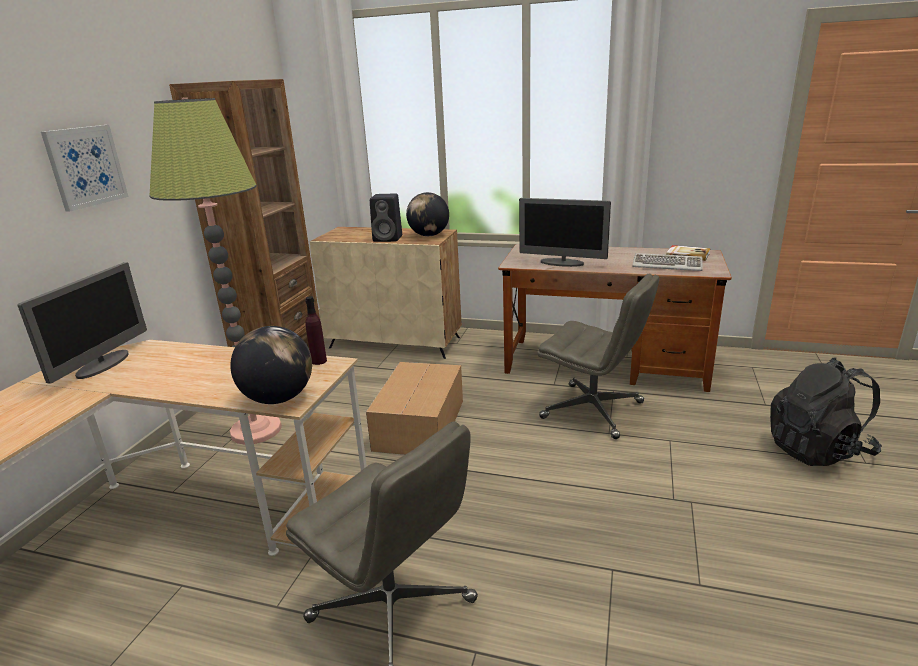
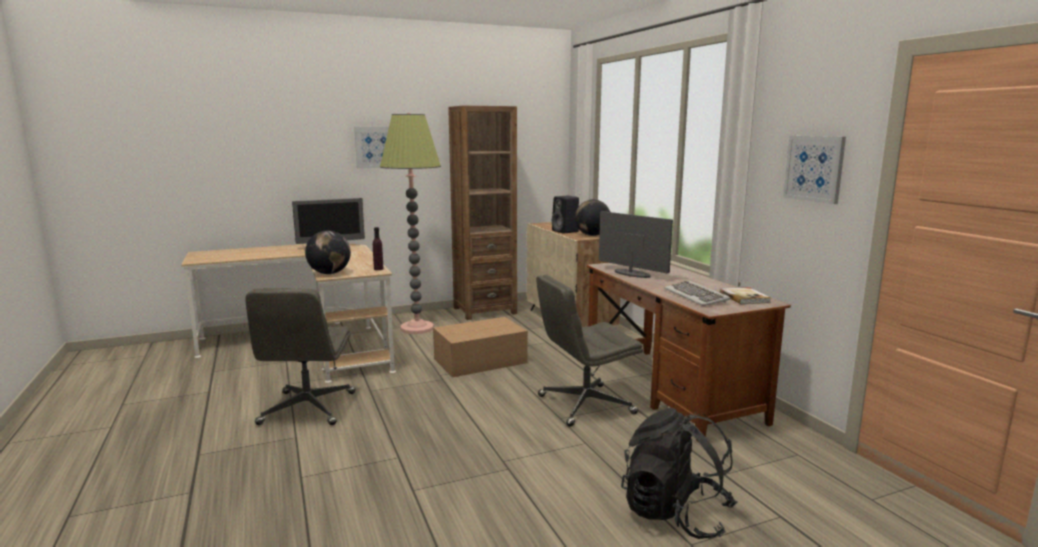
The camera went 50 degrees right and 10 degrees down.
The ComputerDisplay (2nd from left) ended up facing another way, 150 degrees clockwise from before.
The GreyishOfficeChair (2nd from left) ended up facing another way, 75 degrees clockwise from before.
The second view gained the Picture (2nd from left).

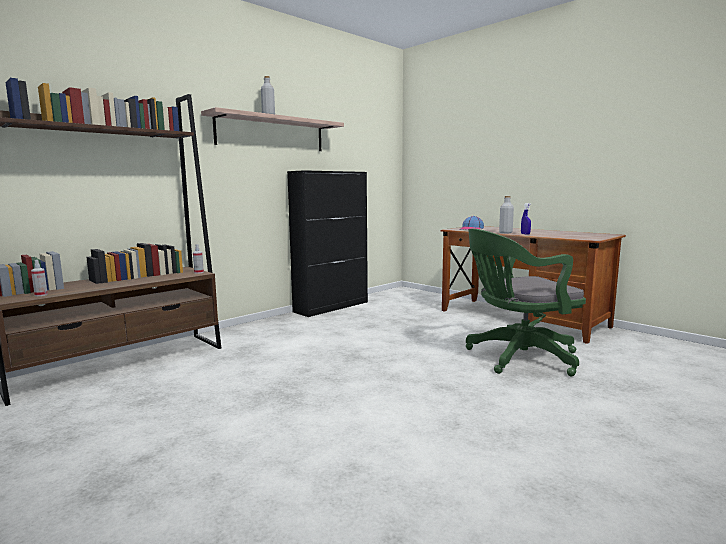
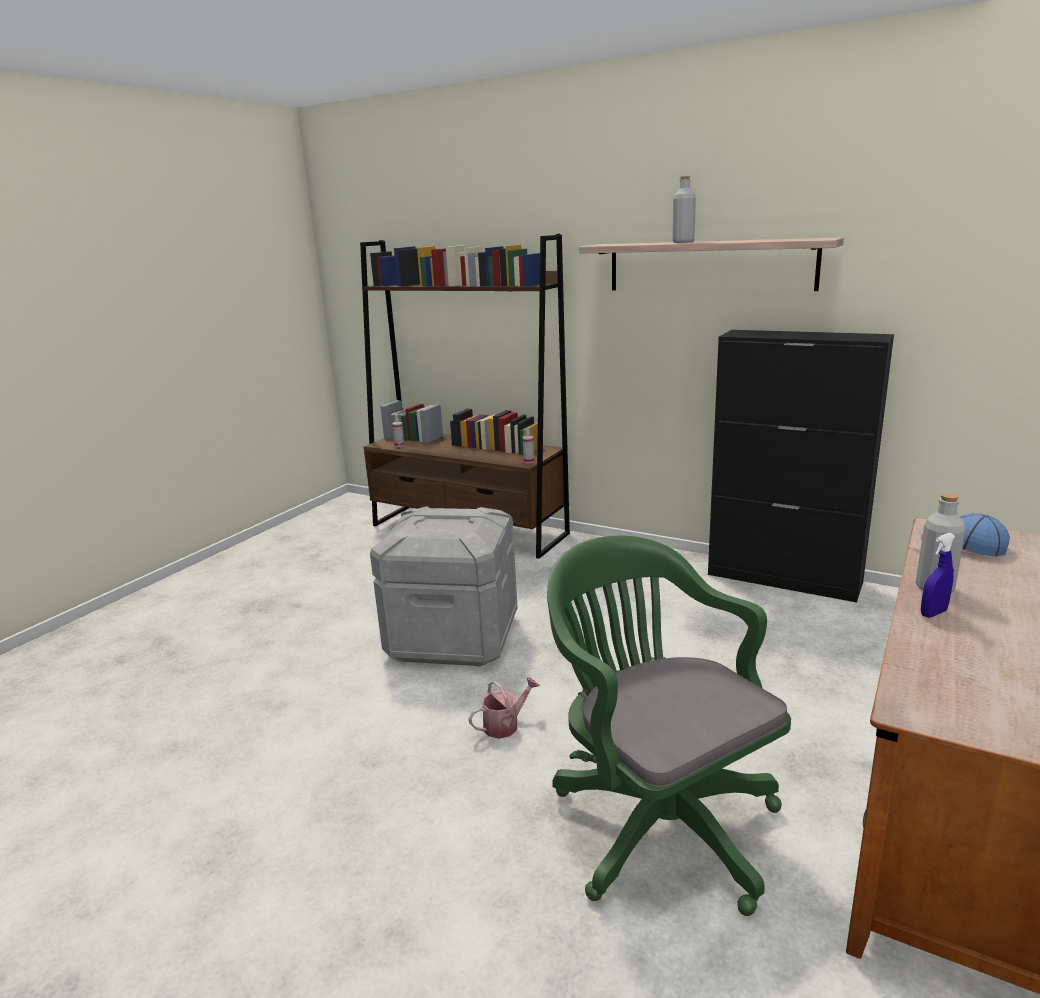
The camera went 75 degrees right and 10 degrees up.
The second view gained the GreyishStorageBin.
The second view gained the WateringPot.

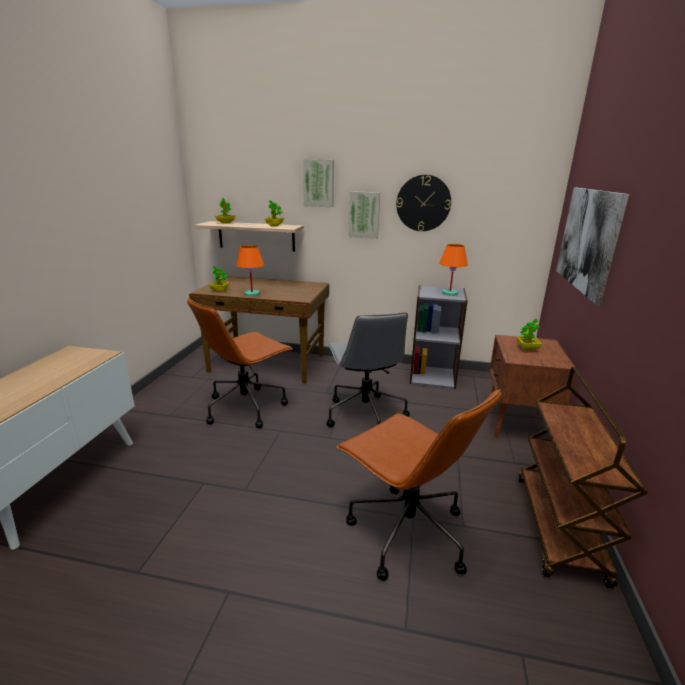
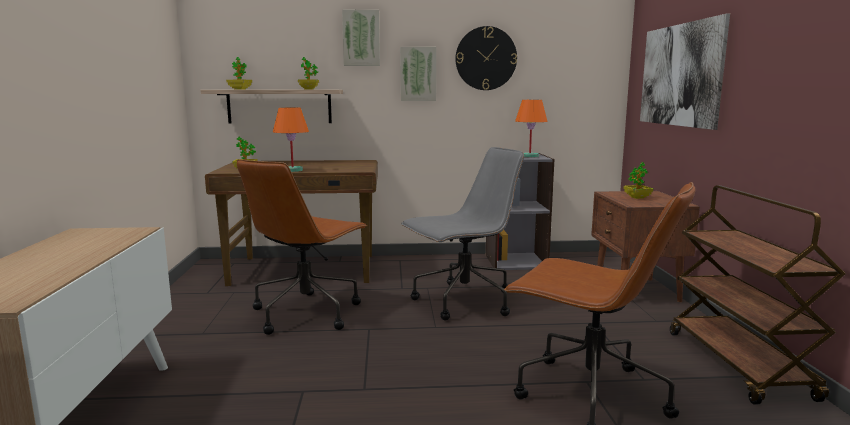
The camera went 15 degrees left and 10 degrees down.
The GreyishOfficeChair ended up facing another way, 90 degrees counterclockwise from before.

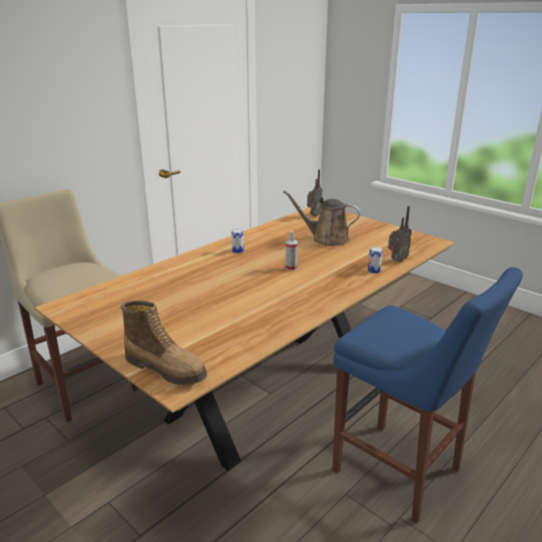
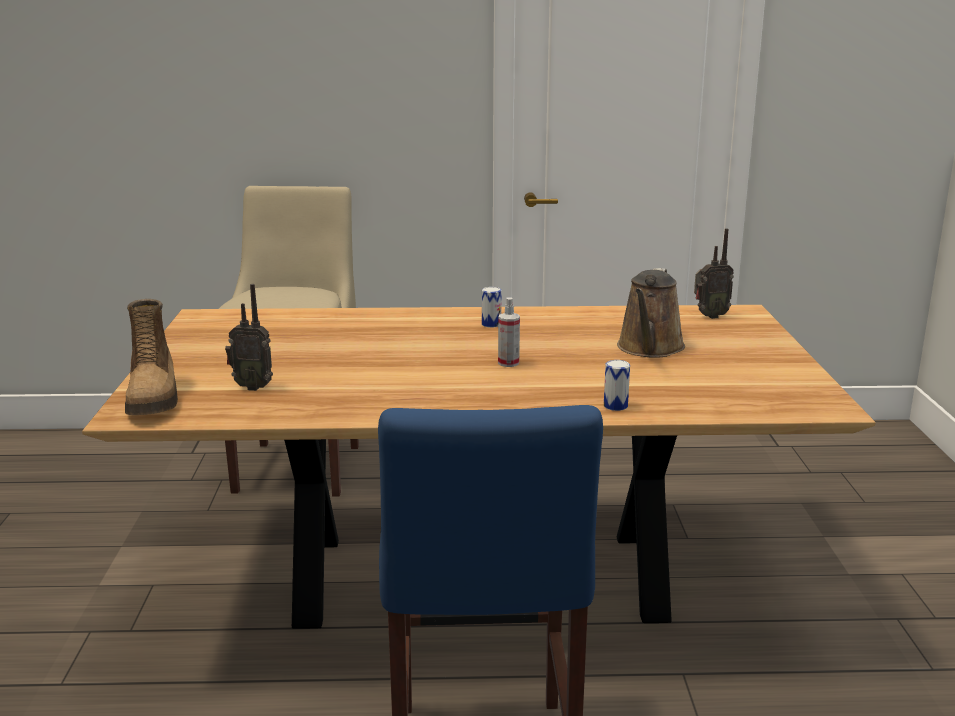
The camera went 45 degrees right and 5 degrees down.
The BrownishWateringPot ended up facing another way, 135 degrees counterclockwise from before.
The RadioSet (2nd from left in the first image) ended up elsewhere.

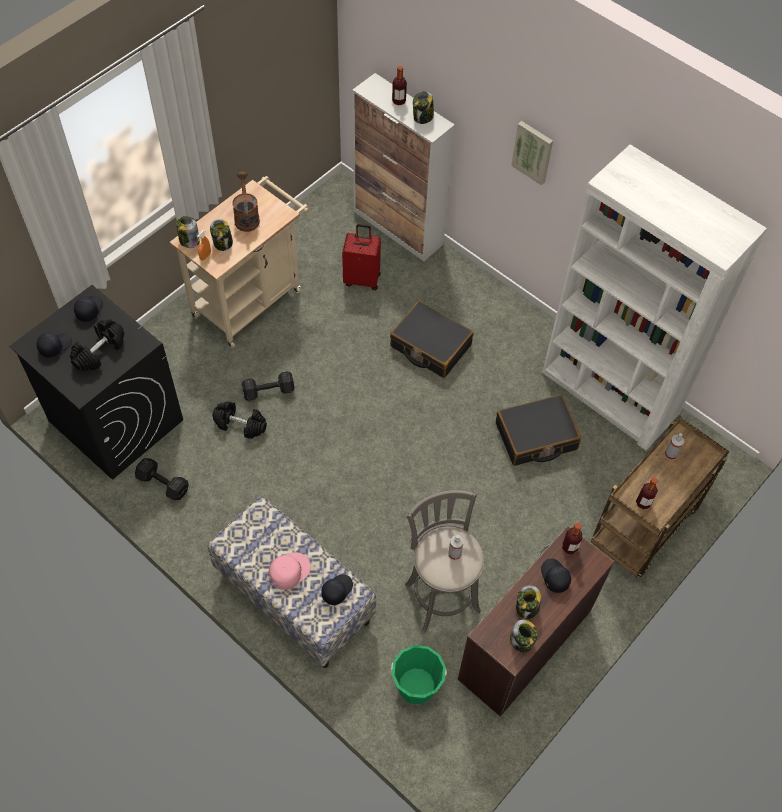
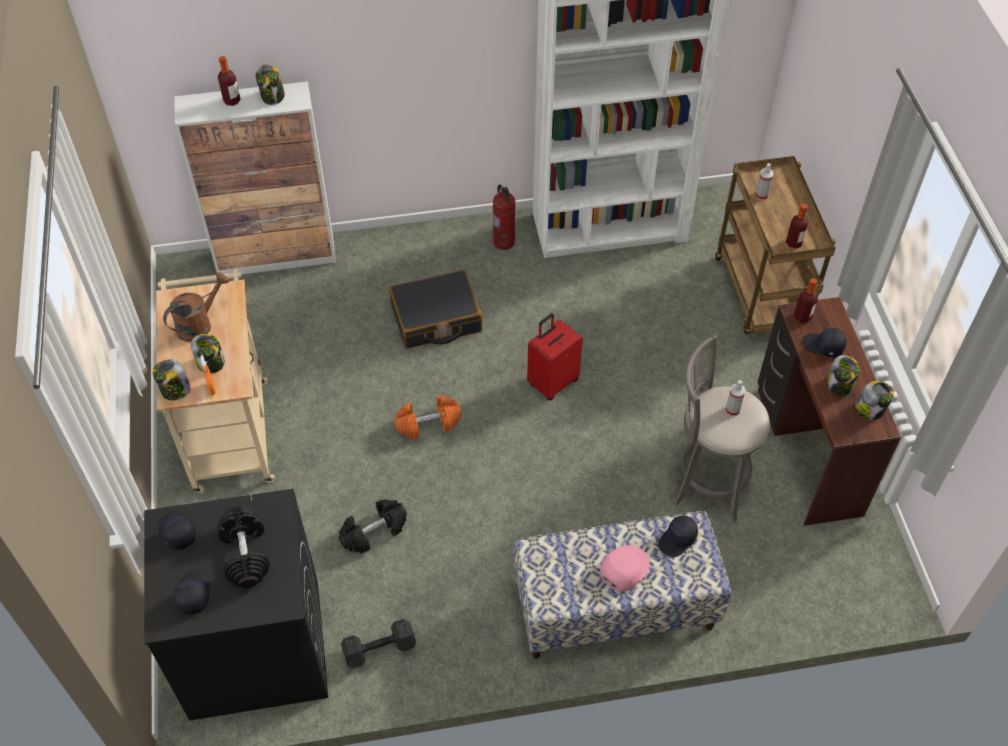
The camera went 50 degrees left and 5 degrees down.
The second view lost the Picture.
The BrownishWateringPot ended up facing another way, 105 degrees clockwise from before.
The ReddishTravelCase ended up elsewhere.
The second view lost the BlackishFreeWeight (4th from left).
The second view lost the BlackishTravelCase (2nd from left).
The PinkishCap ended up facing another way, 45 degrees clockwise from before.
The BlackishCap (3rd from left) ended up facing another way, 120 degrees counterclockwise from before.
The second view lost the GreenColouredWaterBucket.
The second view gained the Extinguisher.
The second view gained the OrangeyFreeWeight.

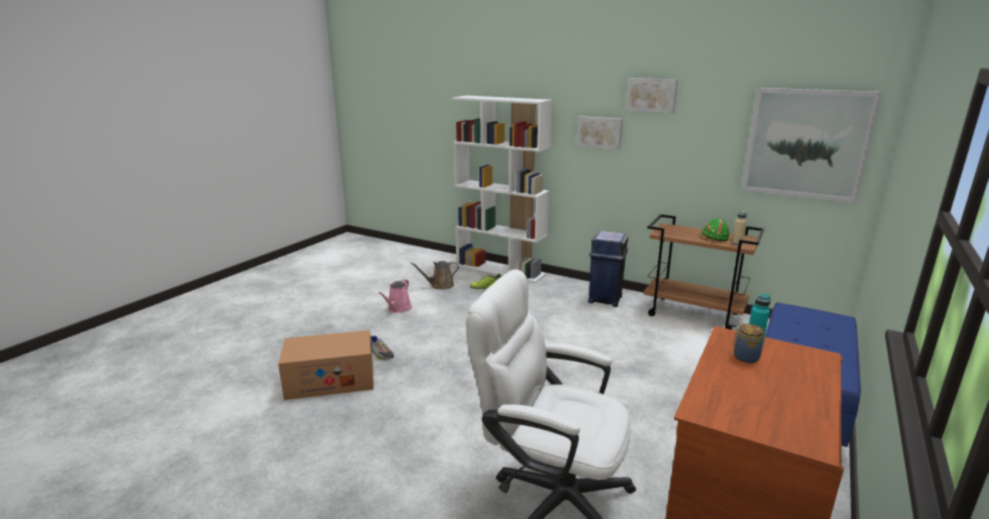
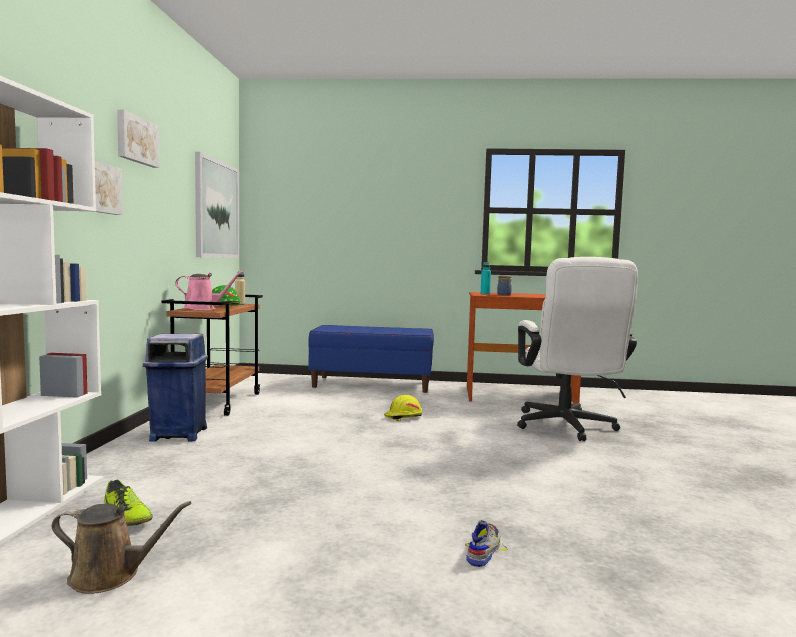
The camera went 115 degrees left and 15 degrees down.
The BrownishWateringPot ended up facing another way, 45 degrees counterclockwise from before.
The PinkishWateringPot ended up elsewhere.
The second view lost the PackingBox.
The second view gained the YellowishWorkHelmet.

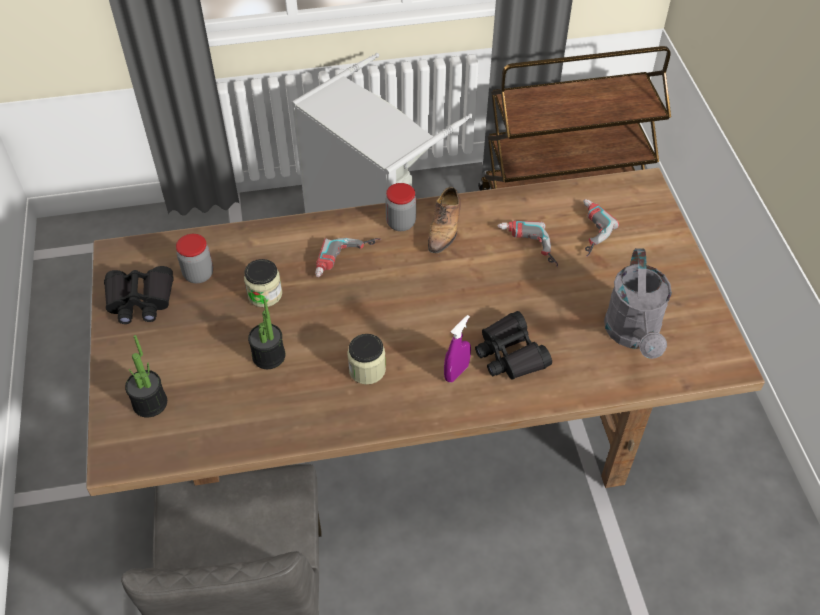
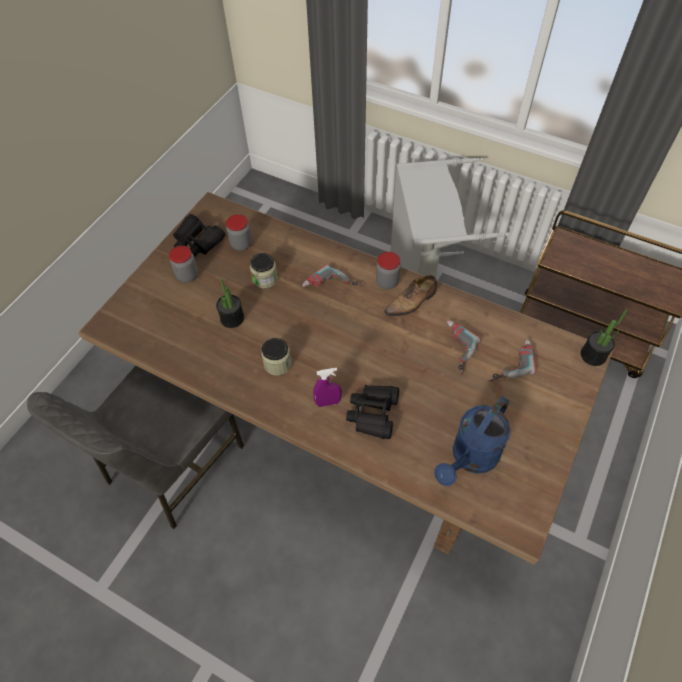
The camera went 40 degrees right and 5 degrees up.
What was the GreyishWateringPot turned into the BluishWateringPot.
The Houseplant (1st from left in the first image) ended up elsewhere.
The second view gained the StorageJar (1st from left).

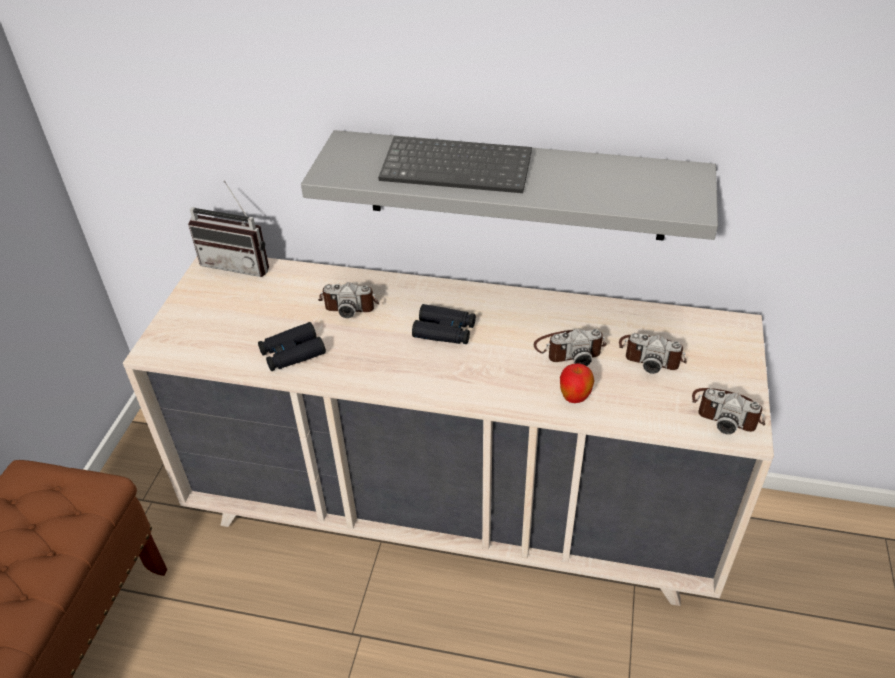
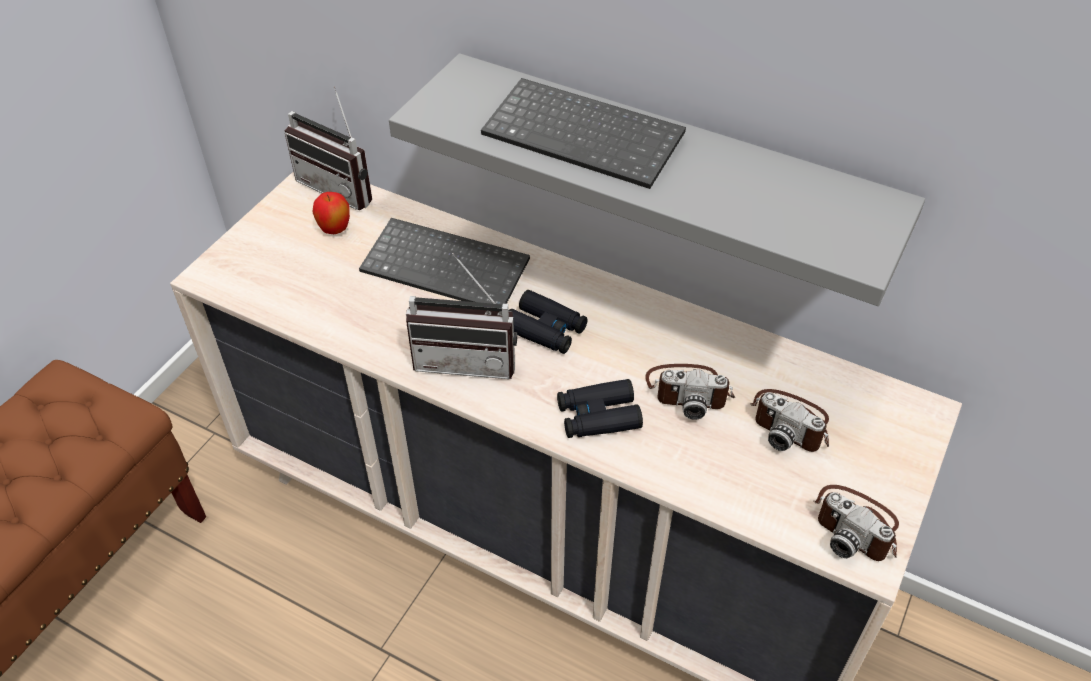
The camera went 15 degrees right and 5 degrees up.
Where the PhotoCamera (1st from left) stood, the ComputerKeyboard (1st from left) came to stand.
The BlackishPairOfBinoculars (1st from left in the first image) ended up elsewhere.
The WholeApple ended up elsewhere.
The second view gained the RadioSet (2nd from left).

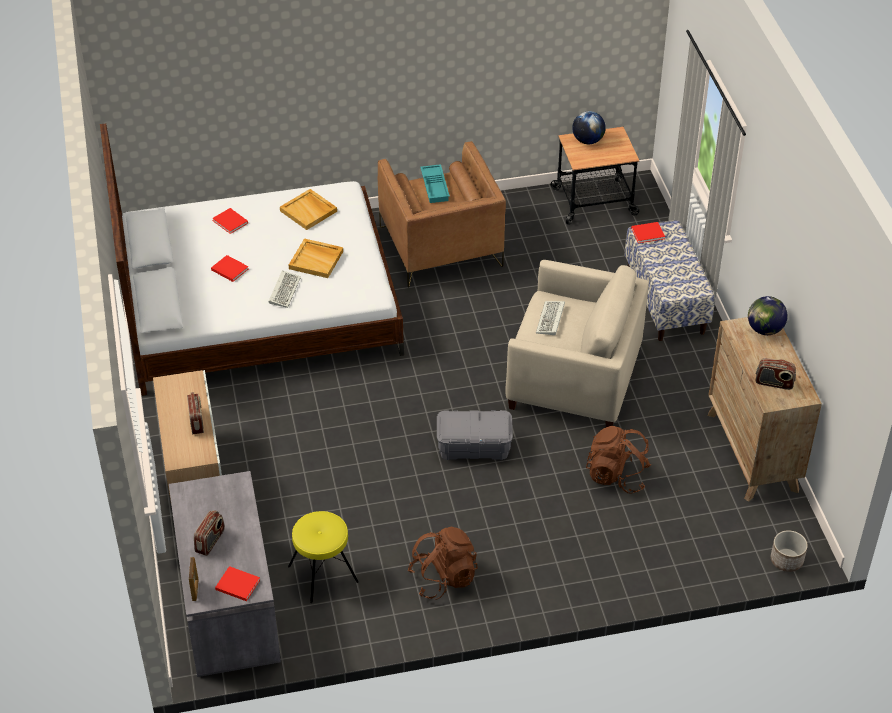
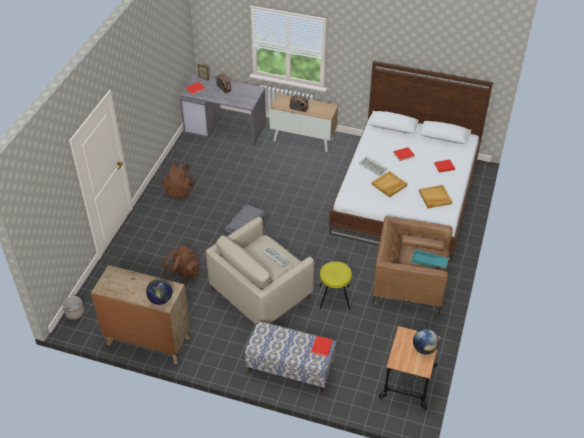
The camera went 120 degrees right and 0 degrees up.
The second view lost the RadioSet (3rd from left).
The YellowishStool ended up elsewhere.

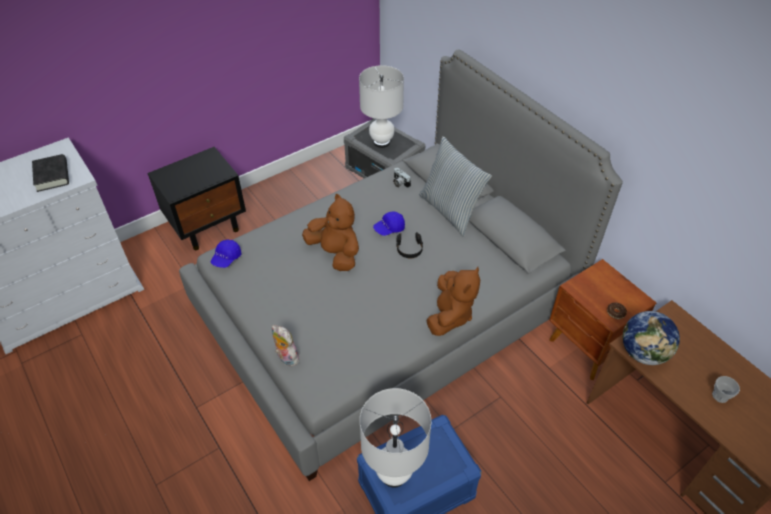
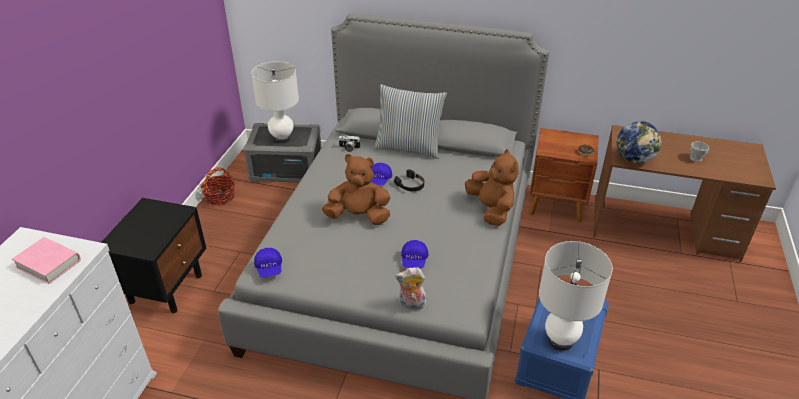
The camera went 40 degrees left and 10 degrees down.
What was the BlackishBoundBook turned into the PinkishBoundBook.
The second view gained the StorageBasket.
The second view gained the BluishCap (3rd from left).

